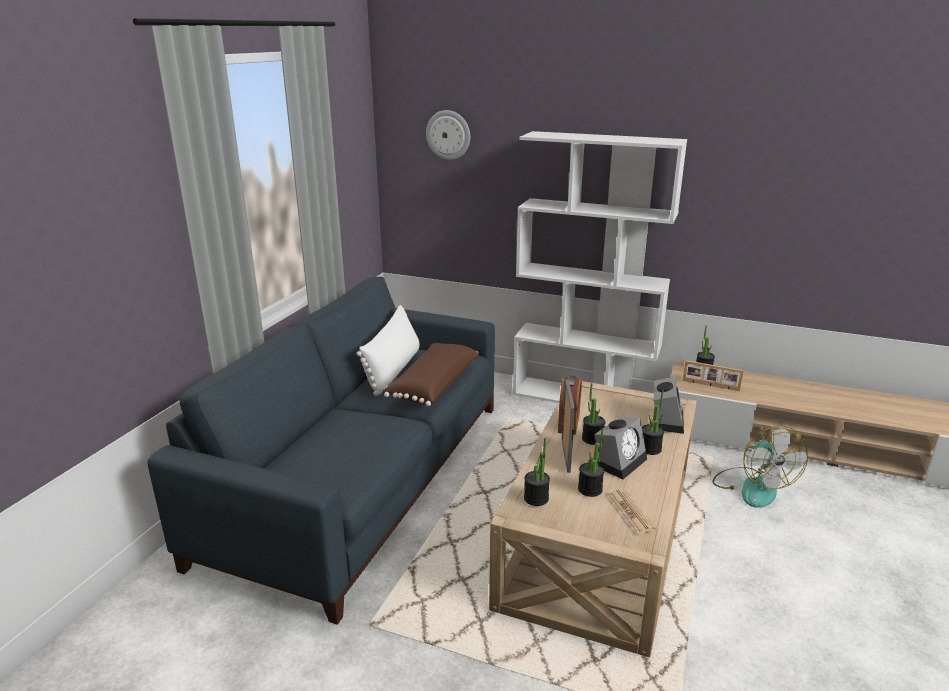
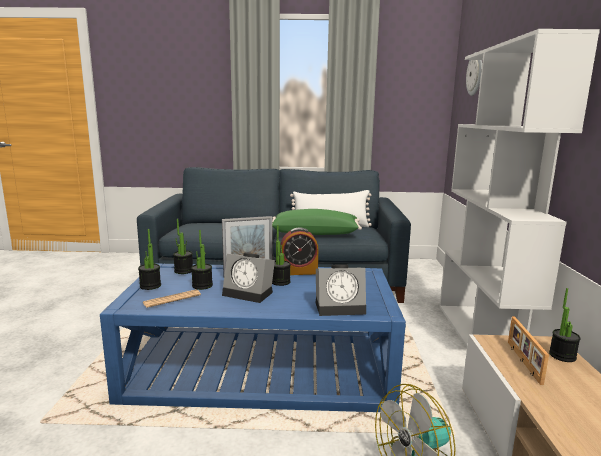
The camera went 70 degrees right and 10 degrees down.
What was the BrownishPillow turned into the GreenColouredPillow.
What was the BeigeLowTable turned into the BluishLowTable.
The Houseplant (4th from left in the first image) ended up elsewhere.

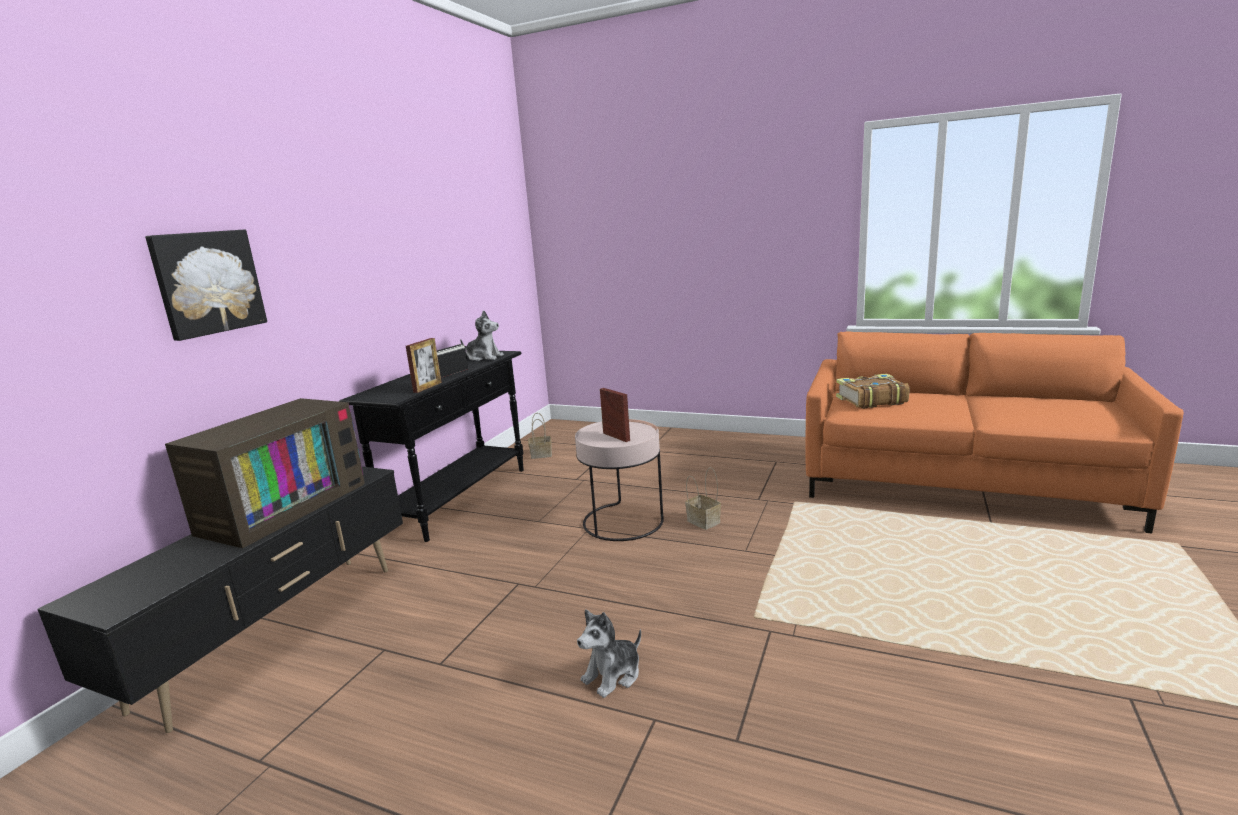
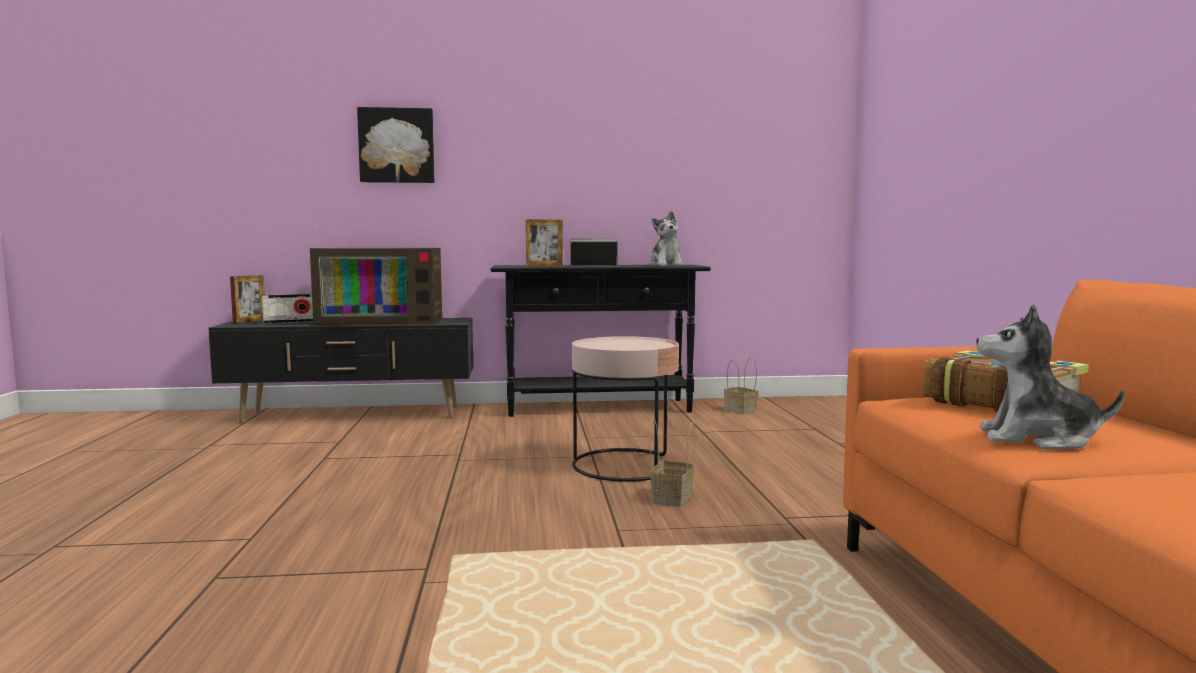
The camera went 60 degrees right and 10 degrees down.
The StandingFrame (2nd from left in the first image) ended up elsewhere.
The SoftToy (2nd from left) ended up elsewhere.
The second view gained the RadioSet (1st from left).

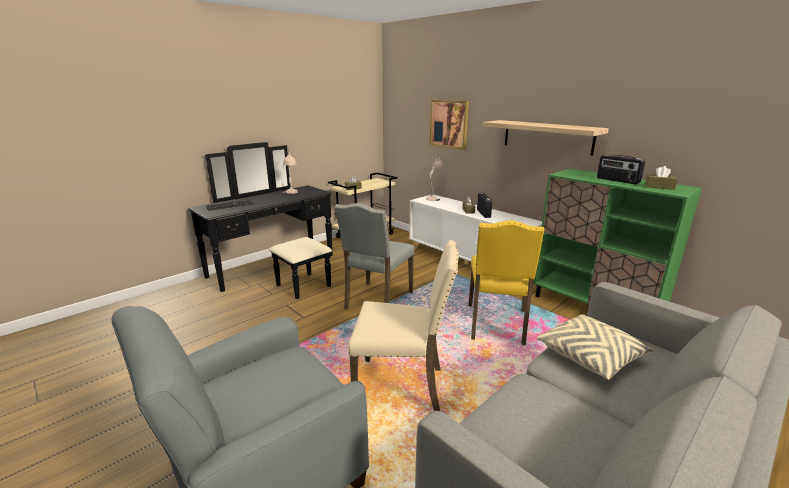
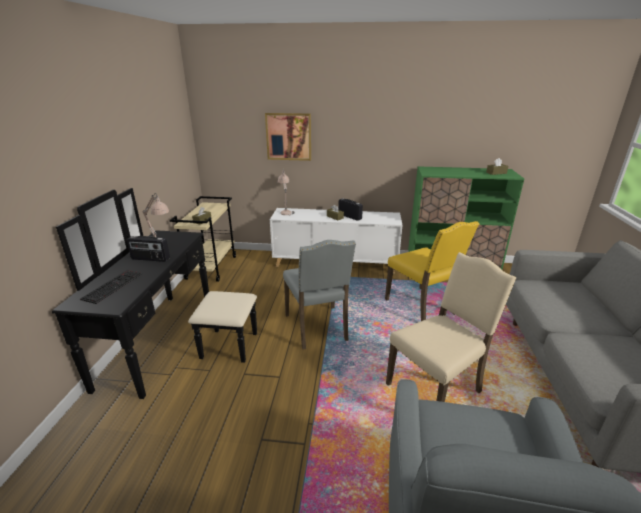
The camera went 40 degrees left and 5 degrees up.
The second view lost the WallShelf.
The RadioSet (2nd from left in the first image) ended up elsewhere.
The second view lost the BeigePillow.

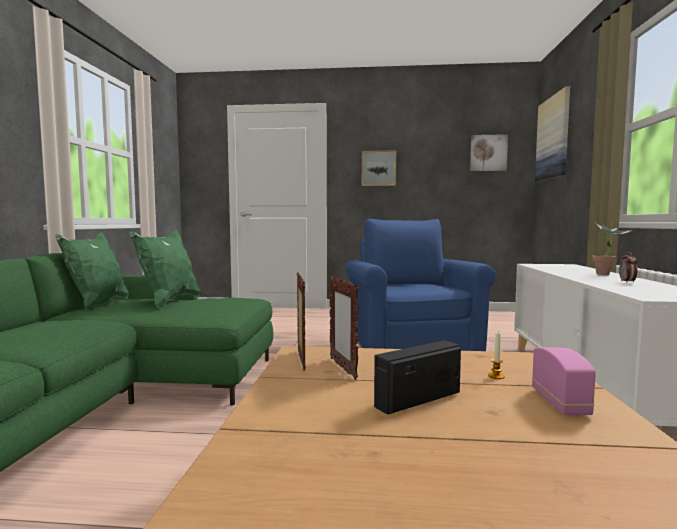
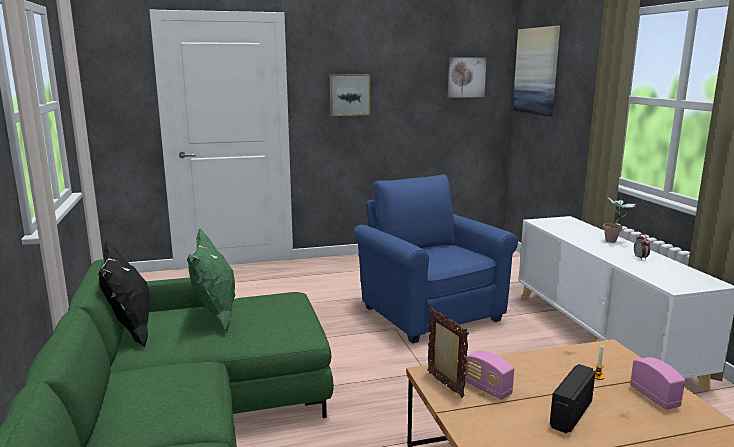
The camera went 20 degrees left and 10 degrees up.
What was the GreenColouredPillow (1st from left) turned into the BlackishPillow.
Where the StandingFrame (2nd from left) stood, the RadioSet (1st from left) came to stand.

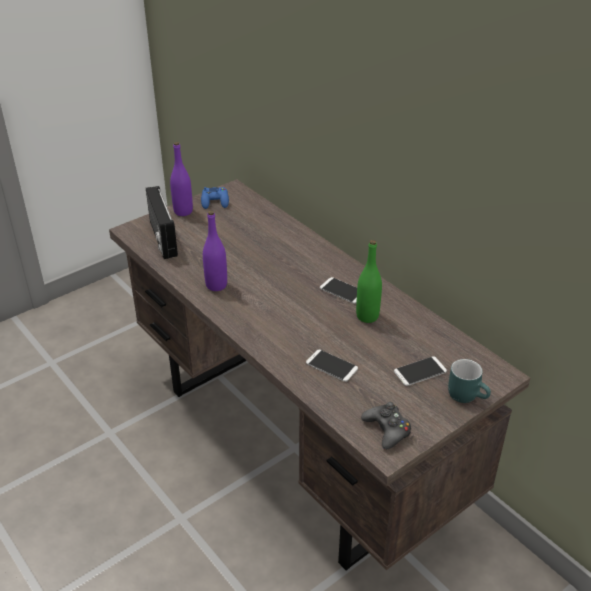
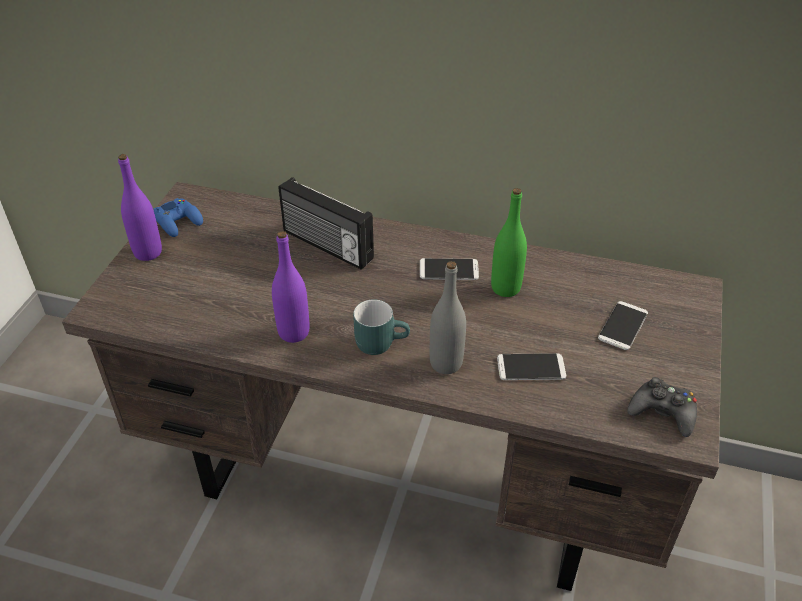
The camera went 35 degrees left and 5 degrees up.
The RadioSet ended up elsewhere.
The TurquoiseCoffeeMug ended up elsewhere.
The second view gained the GreyishBottle.

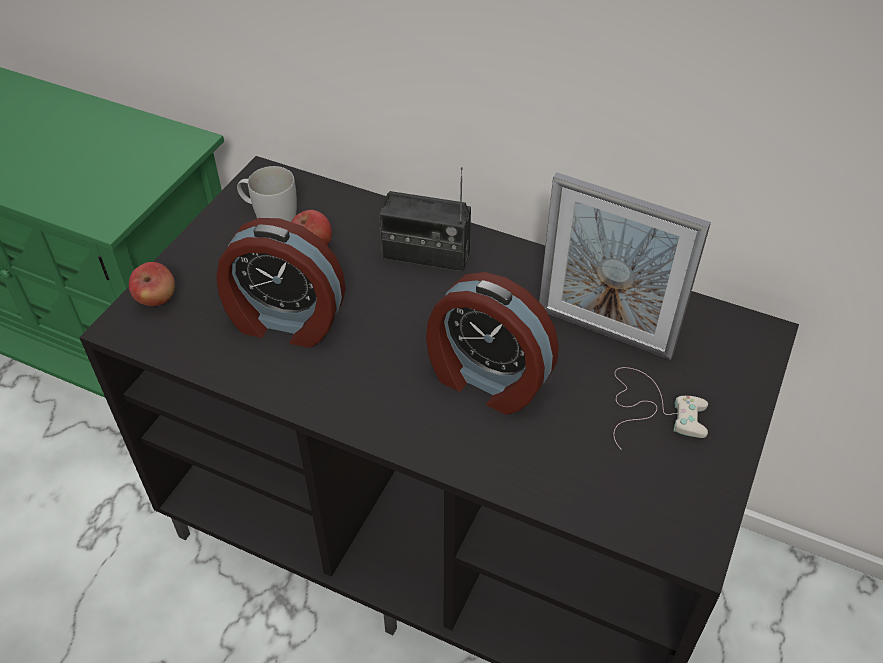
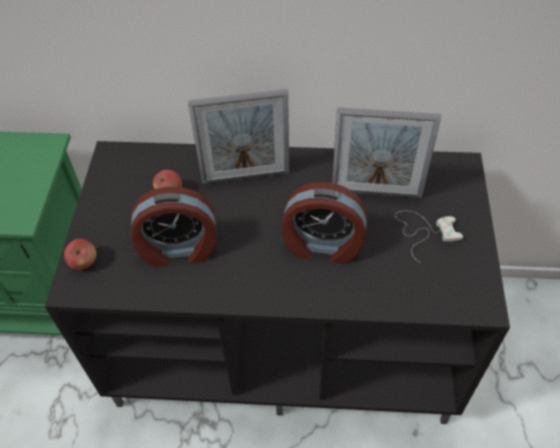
The camera went 20 degrees left and 5 degrees up.
The second view lost the WhitishCoffeeMug.
Where the RadioSet stood, the StandingFrame (1st from left) came to stand.

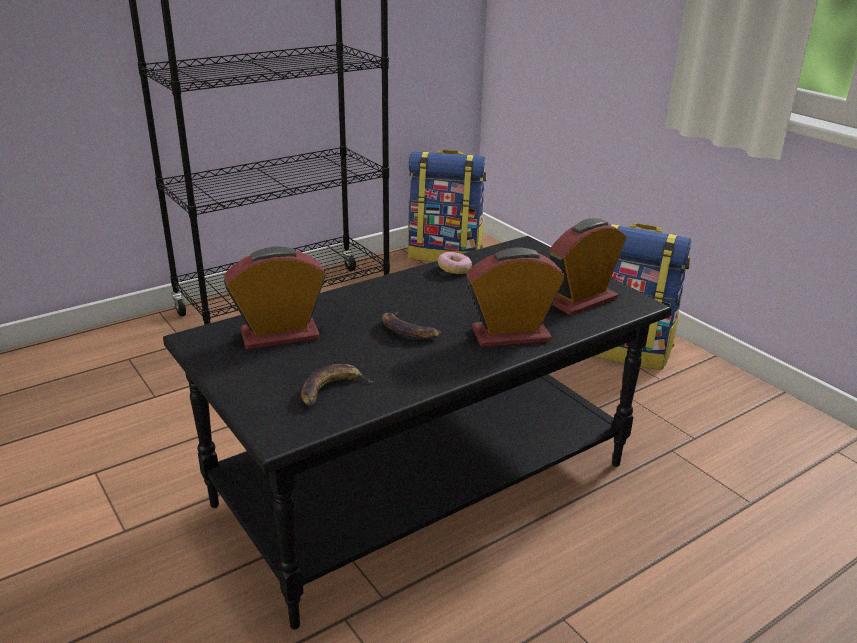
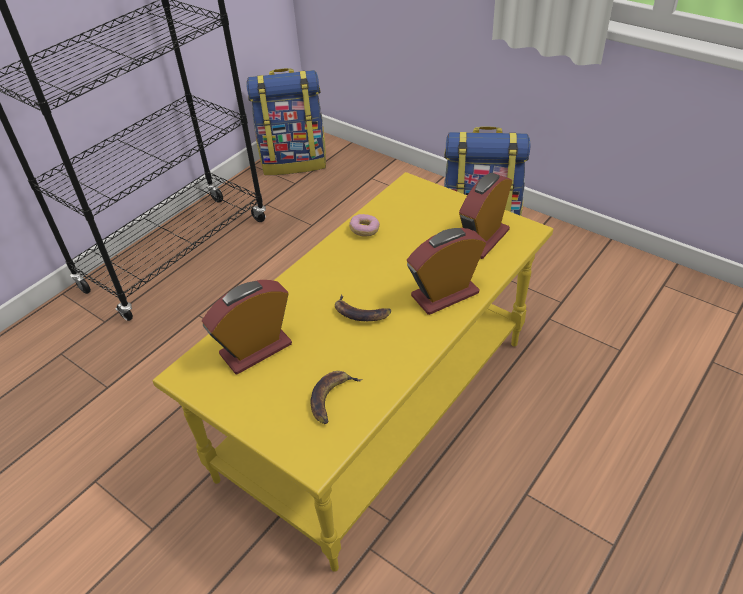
The camera went 15 degrees left and 15 degrees up.
What was the BlackishLowTable turned into the YellowishLowTable.

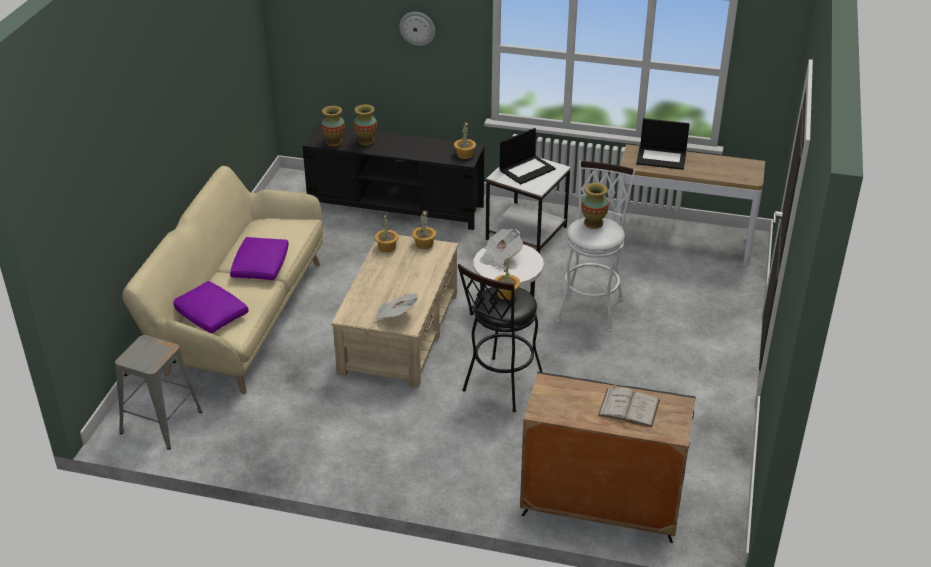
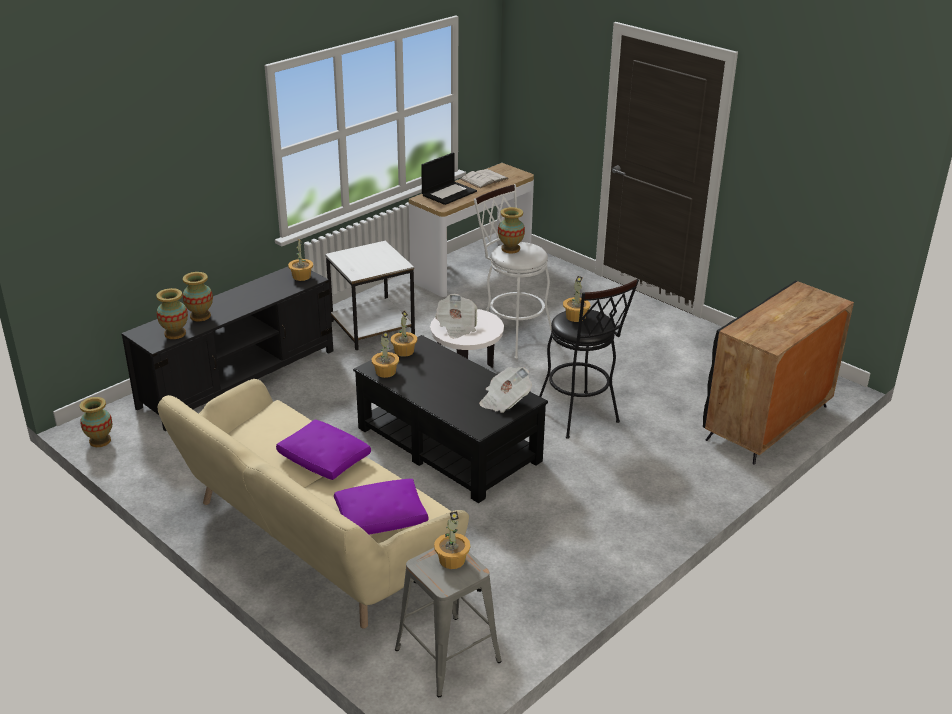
The camera went 60 degrees left and 5 degrees down.
The second view lost the ClockOnTheWall.
The second view lost the NotebookComputer (1st from left).
What was the BeigeLowTable turned into the BlackishLowTable.
The WhitishBoundBook ended up elsewhere.
The second view gained the DecorativeVase (1st from left).
The second view gained the Houseplant (4th from left).

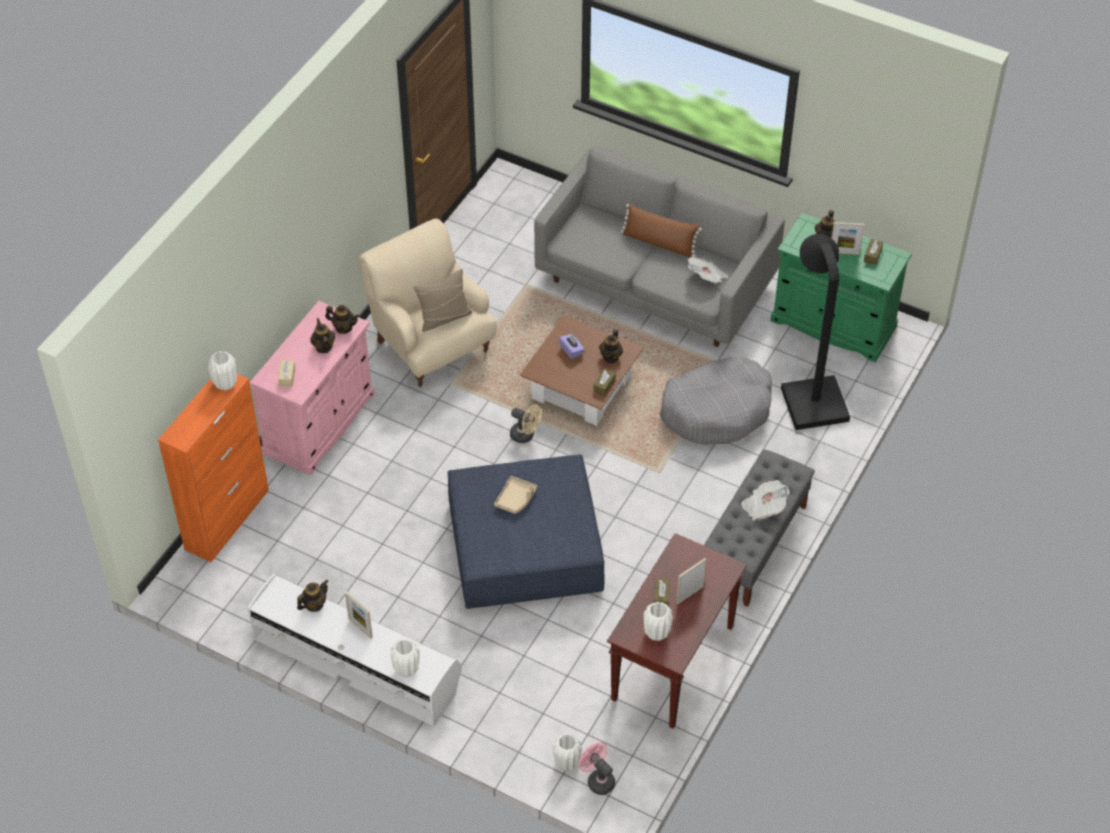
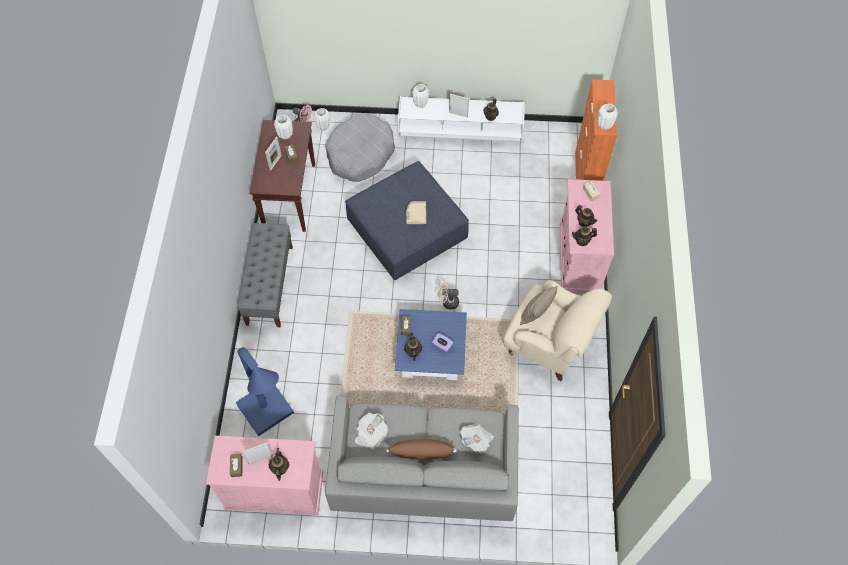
The camera went 155 degrees right and 10 degrees up.
What was the GreenColouredCupboard turned into the PinkishCupboard (1st from left).
What was the BlackishStandingLamp turned into the BluishStandingLamp.
What was the BrownishLowTable turned into the BluishLowTable.
The GreyishDogCushion ended up elsewhere.
The DailyPaper (2nd from left) ended up elsewhere.

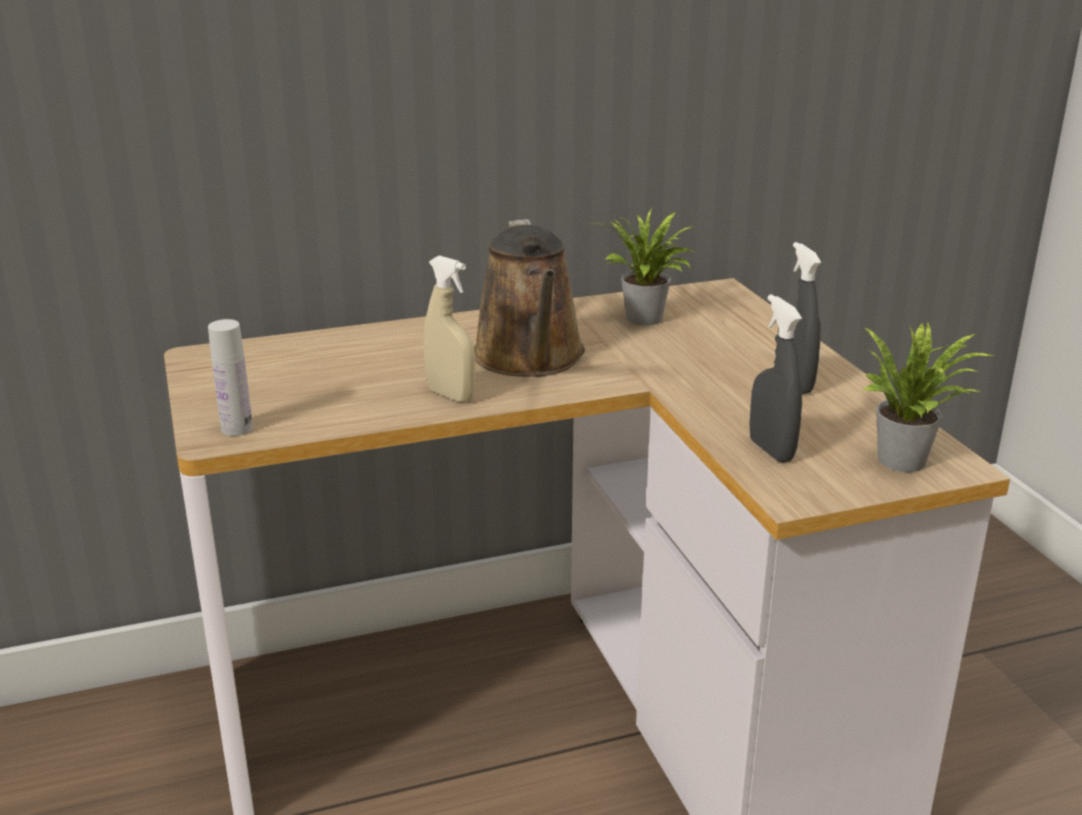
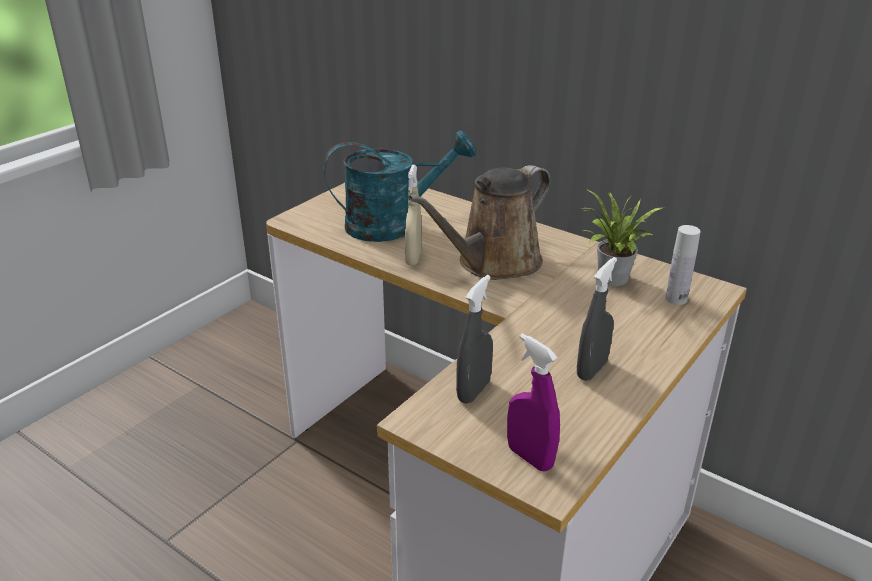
The camera went 55 degrees right and 5 degrees up.
The WhitishBottle ended up elsewhere.
Where the Houseplant (2nd from left) stood, the PurpleHandSprayer came to stand.
The second view gained the TurquoiseWateringPot.

